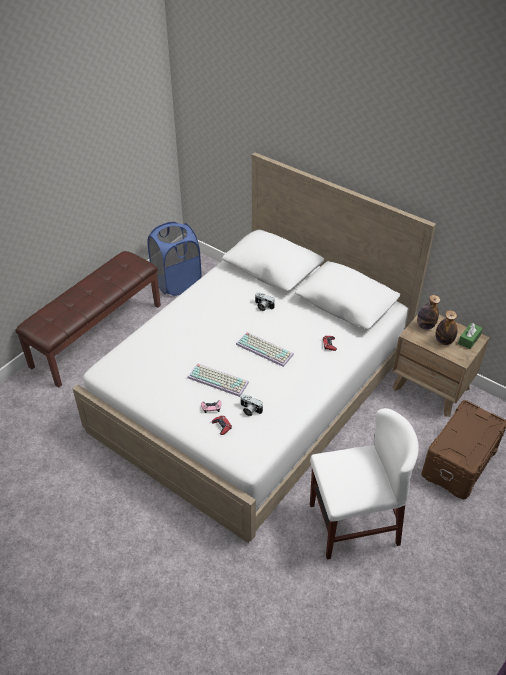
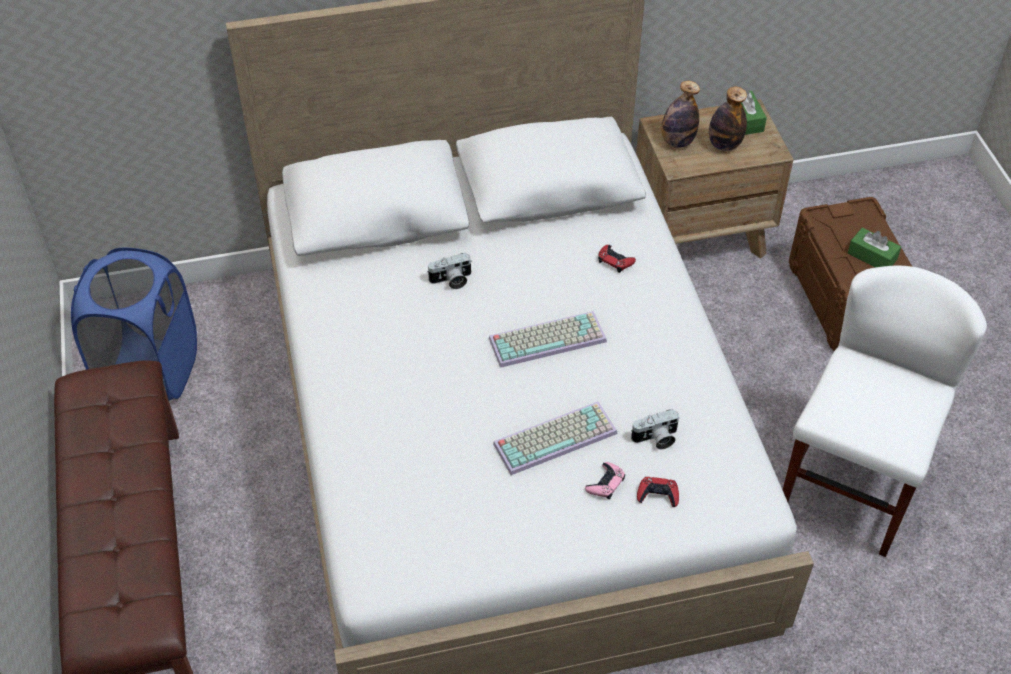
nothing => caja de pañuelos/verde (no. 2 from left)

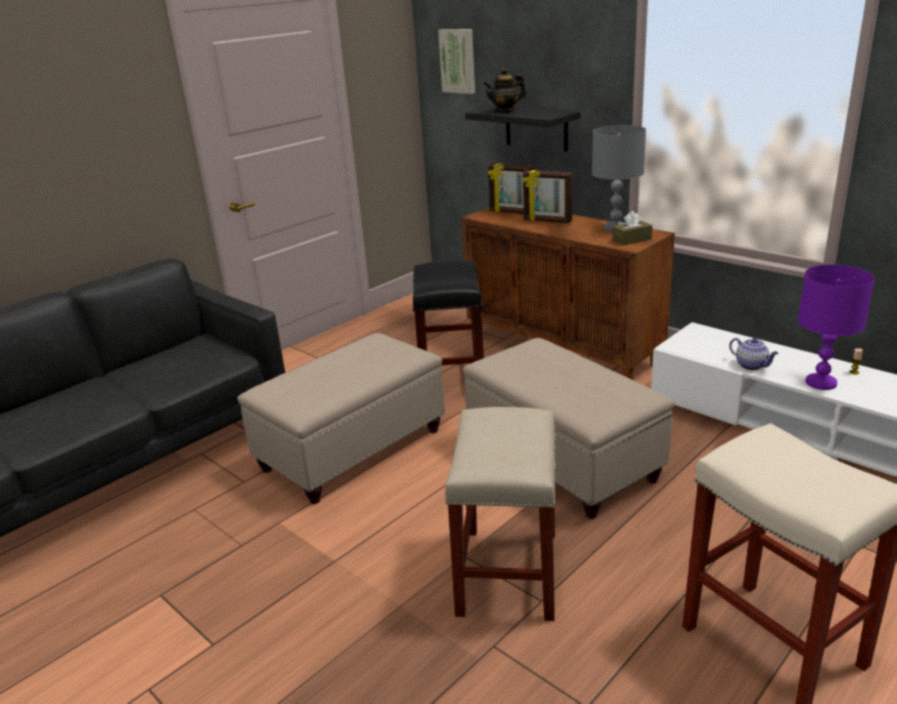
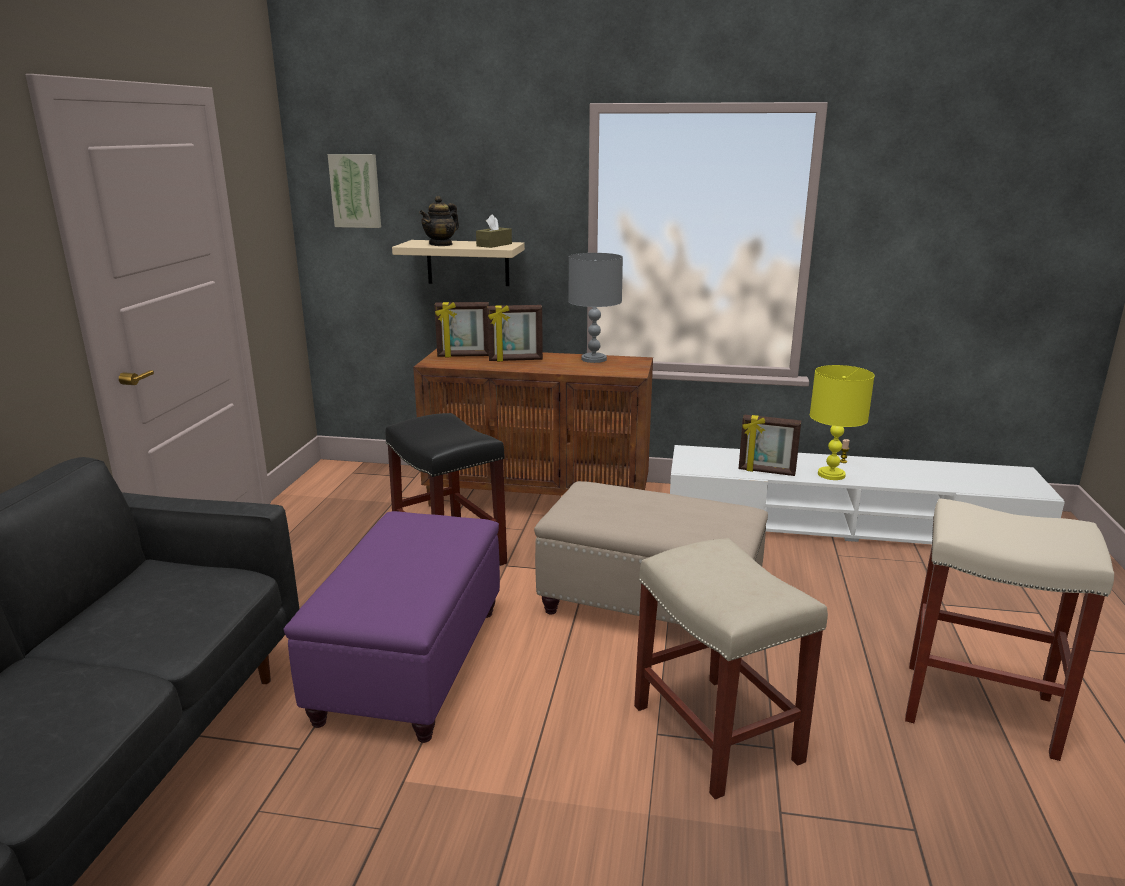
puf/beis (no. 1 from left) => puf/morado
estante/negro => estante/beis
caja de pañuelos/marrón, relocated
tetera (no. 2 from left) => portarretratos (no. 3 from left)
lámpara de mesa/morado => lámpara de mesa/amarillo

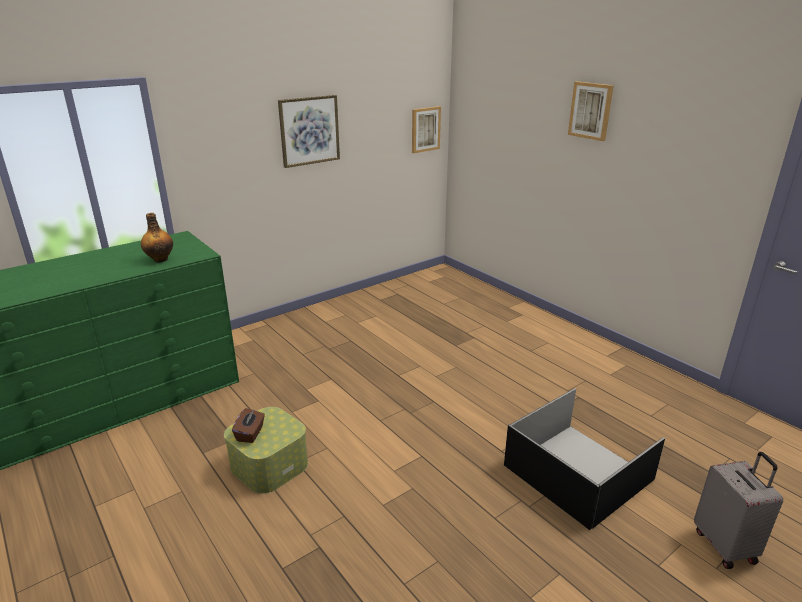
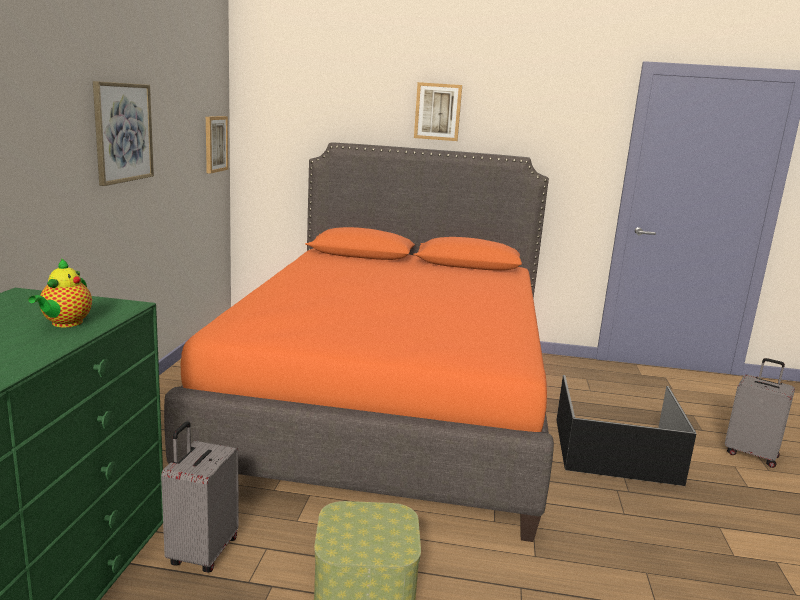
botella => tetera
nothing => maleta/gris (no. 1 from left)
nothing => cama/naranja
caja de pañuelos/marrón => nothing

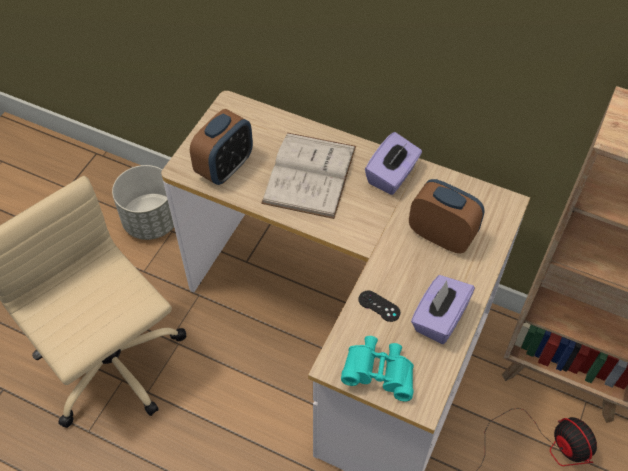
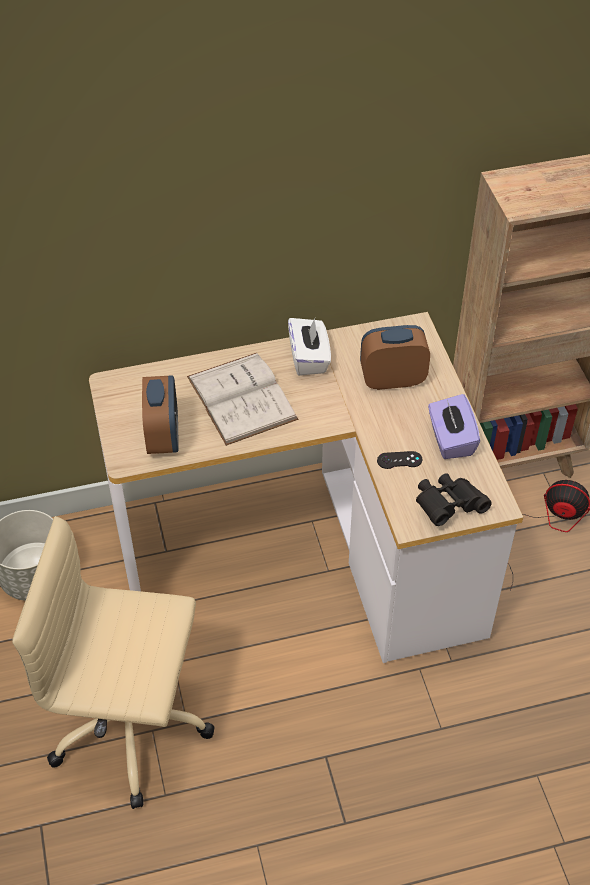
caja de pañuelos/morado (no. 1 from left) => caja de pañuelos/blanco
prismáticos/turquesa => prismáticos/negro

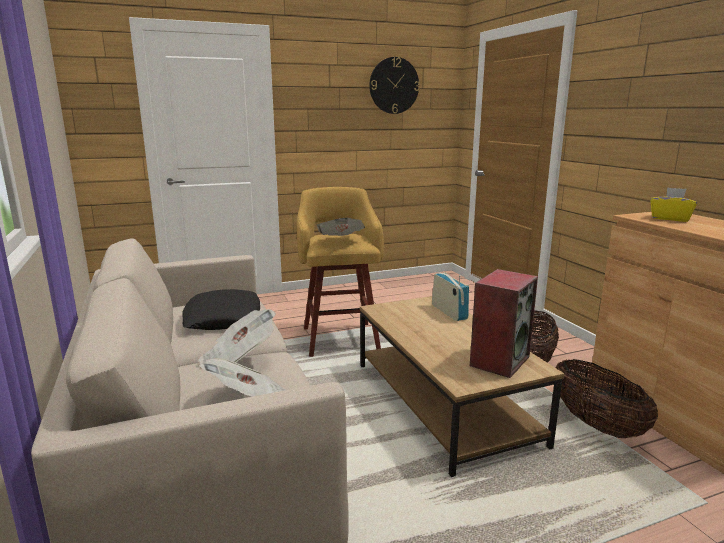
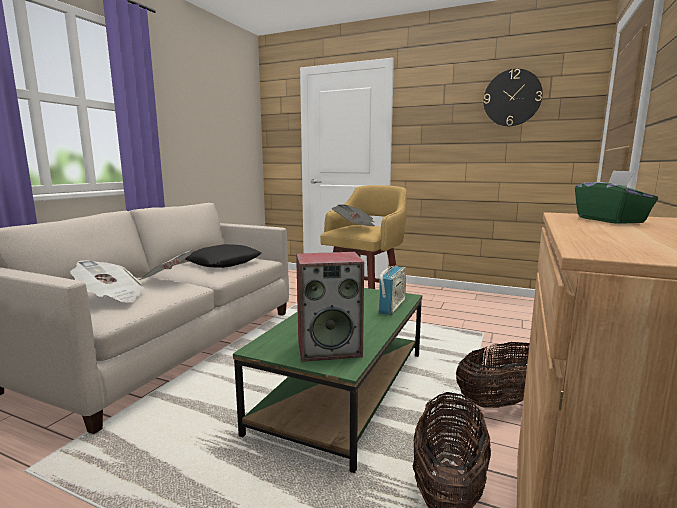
mesa de centro/marrón => mesa de centro/verde
caja de pañuelos/amarillo => caja de pañuelos/verde

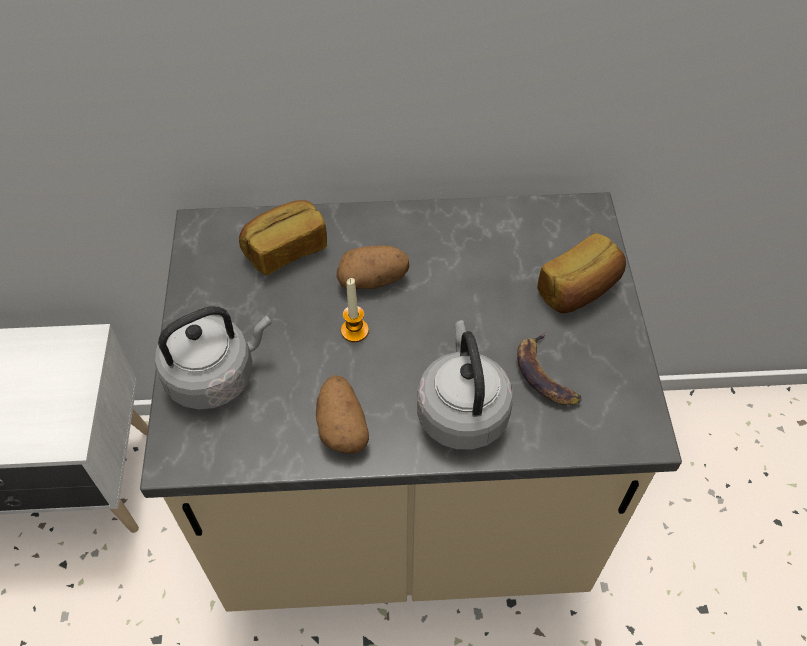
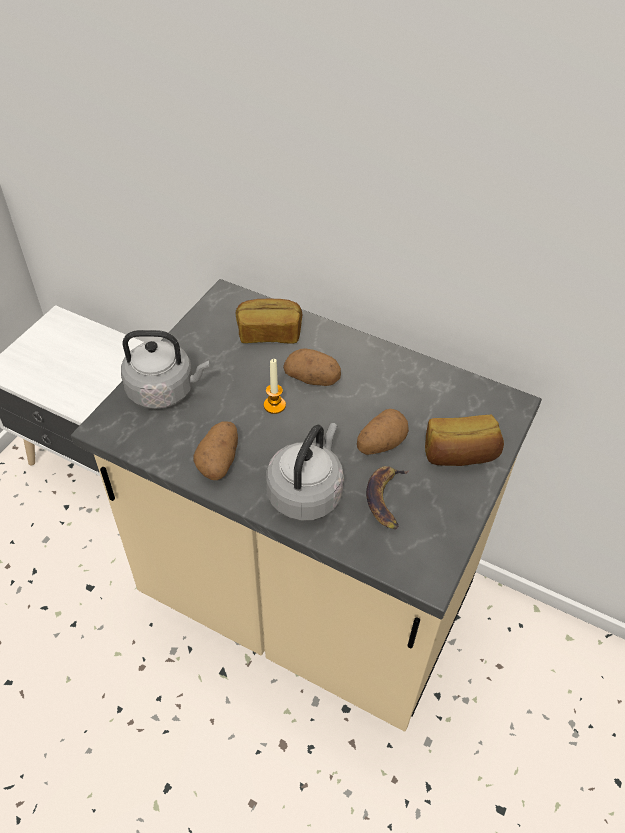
nothing => patata (no. 3 from left)

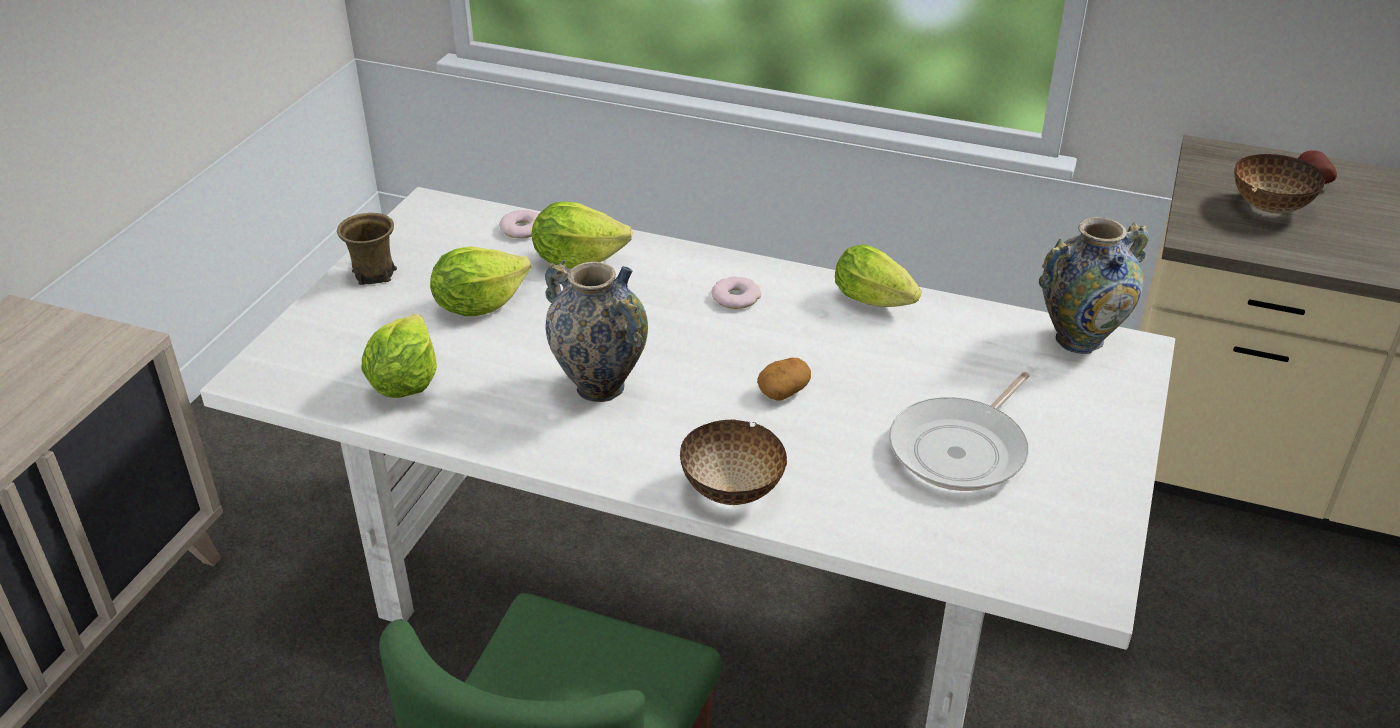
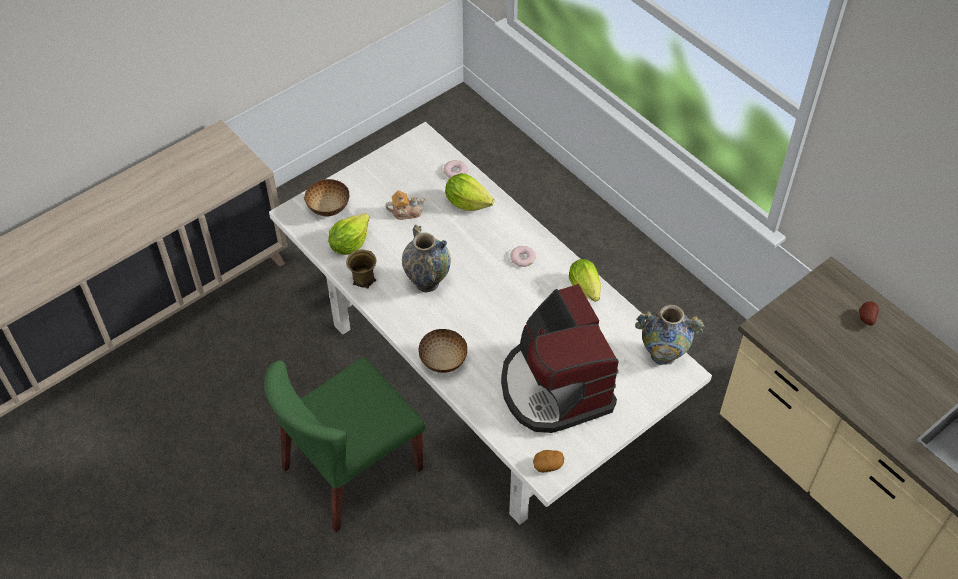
cuenco (no. 2 from left in the first image) => cuenco (no. 1 from left), relocated
taza grande/marrón, relocated
lechuga (no. 2 from left) => tetera
sartén => cafetera
patata (no. 1 from left), relocated

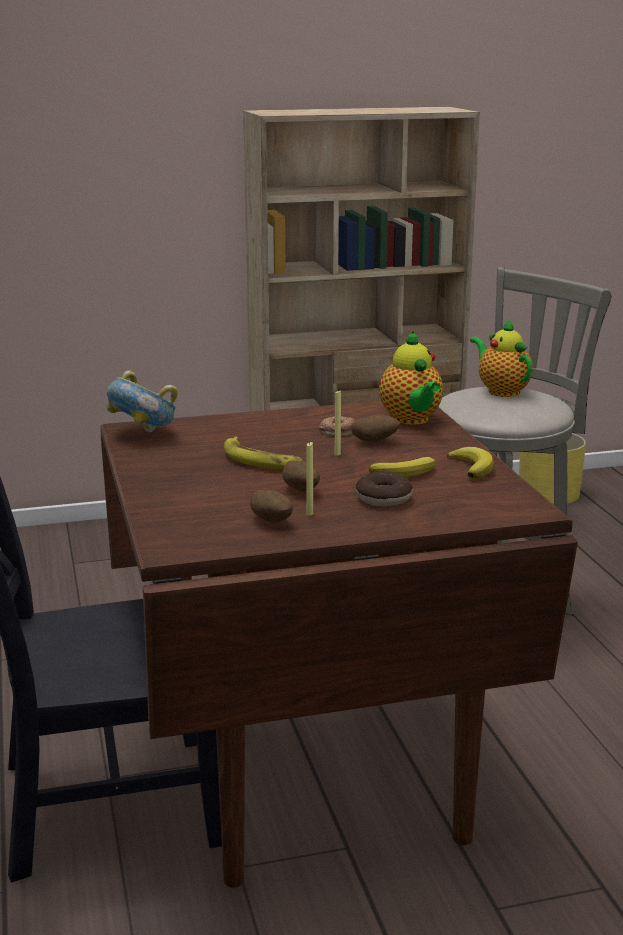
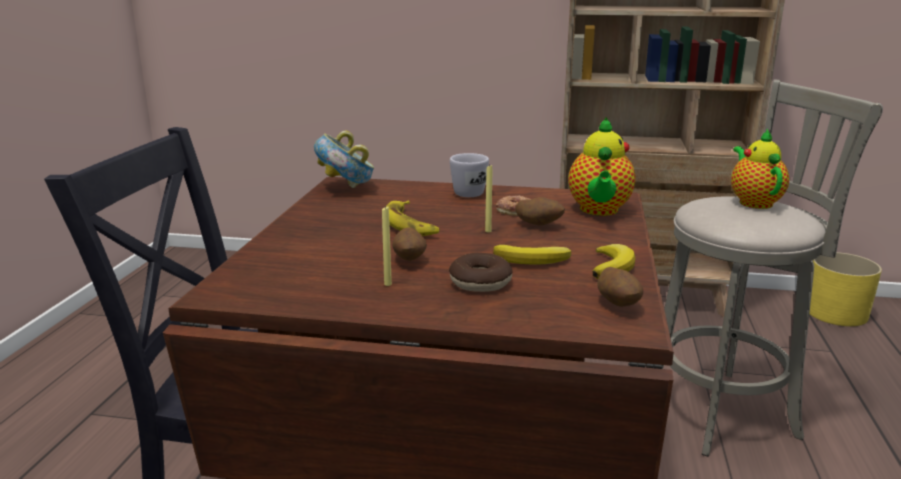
nothing => taza grande/blanco
patata (no. 1 from left in the first image) => patata (no. 3 from left), relocated

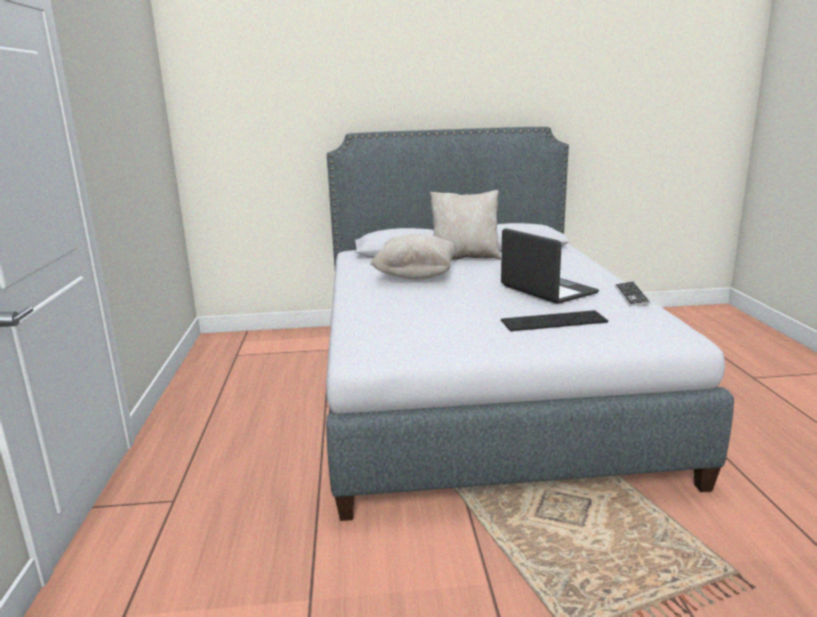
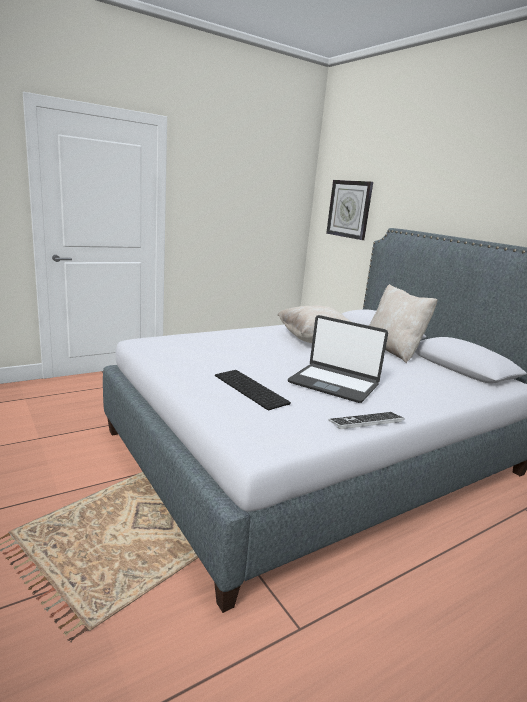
portátil, 90 degrees clockwise
nothing => reloj de pared

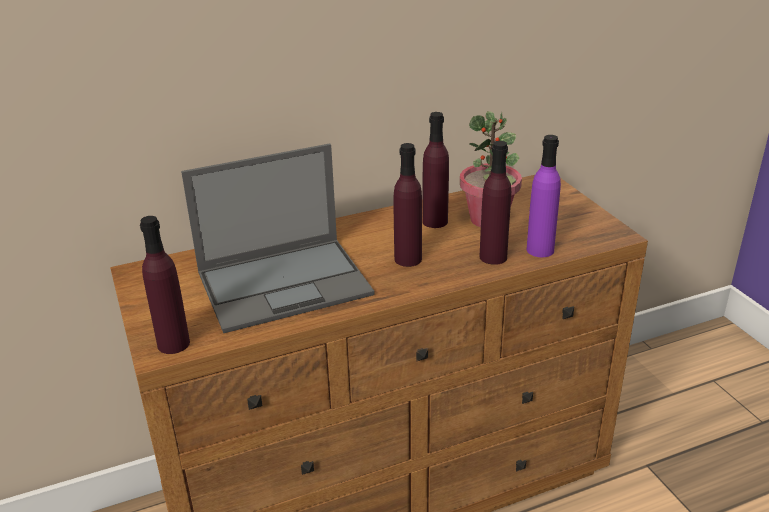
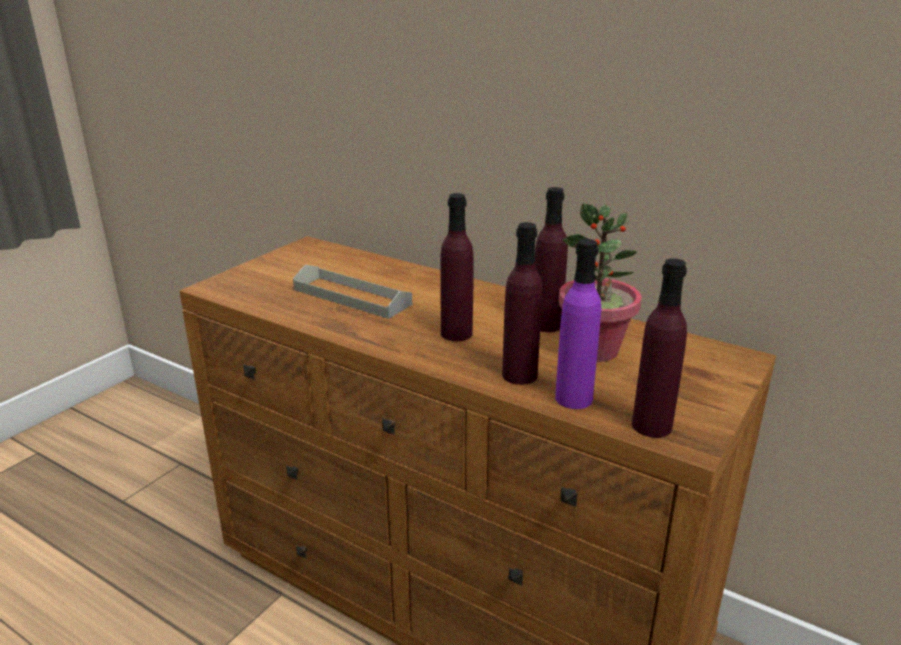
portátil => bandeja/gris
botella/morado (no. 1 from left in the first image) => botella/morado (no. 5 from left), relocated

